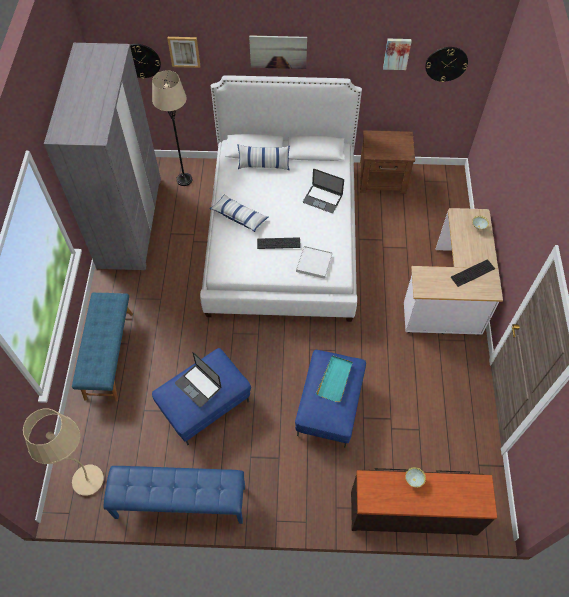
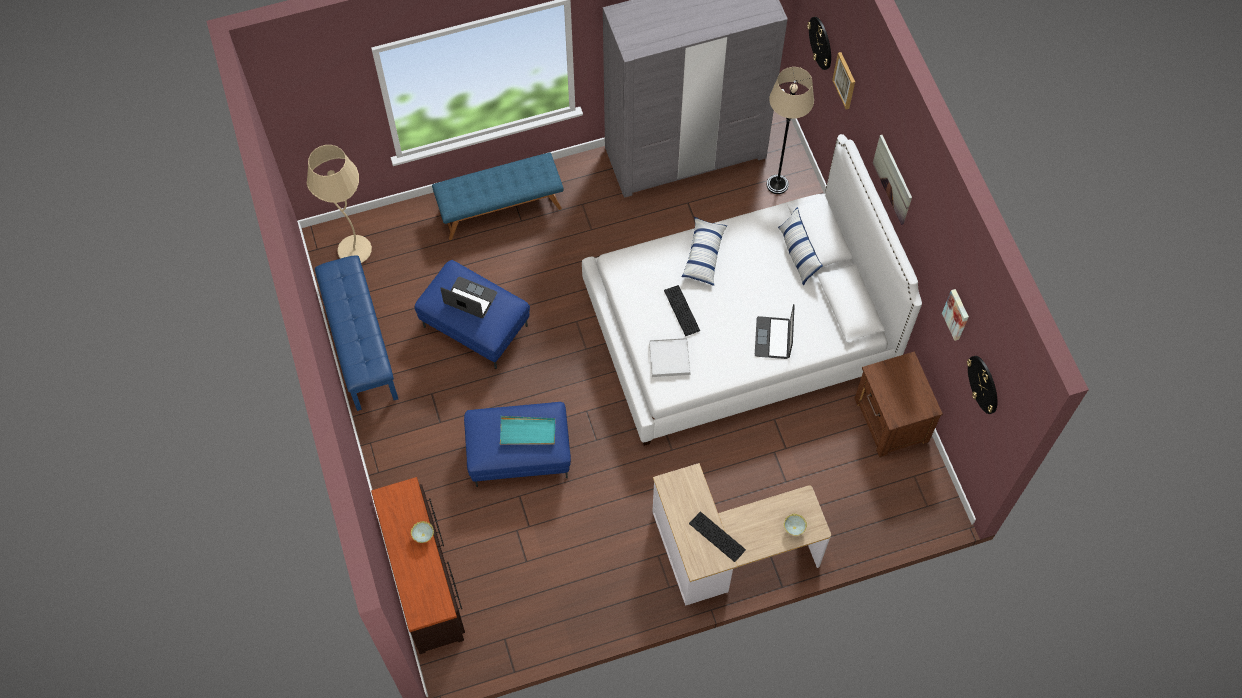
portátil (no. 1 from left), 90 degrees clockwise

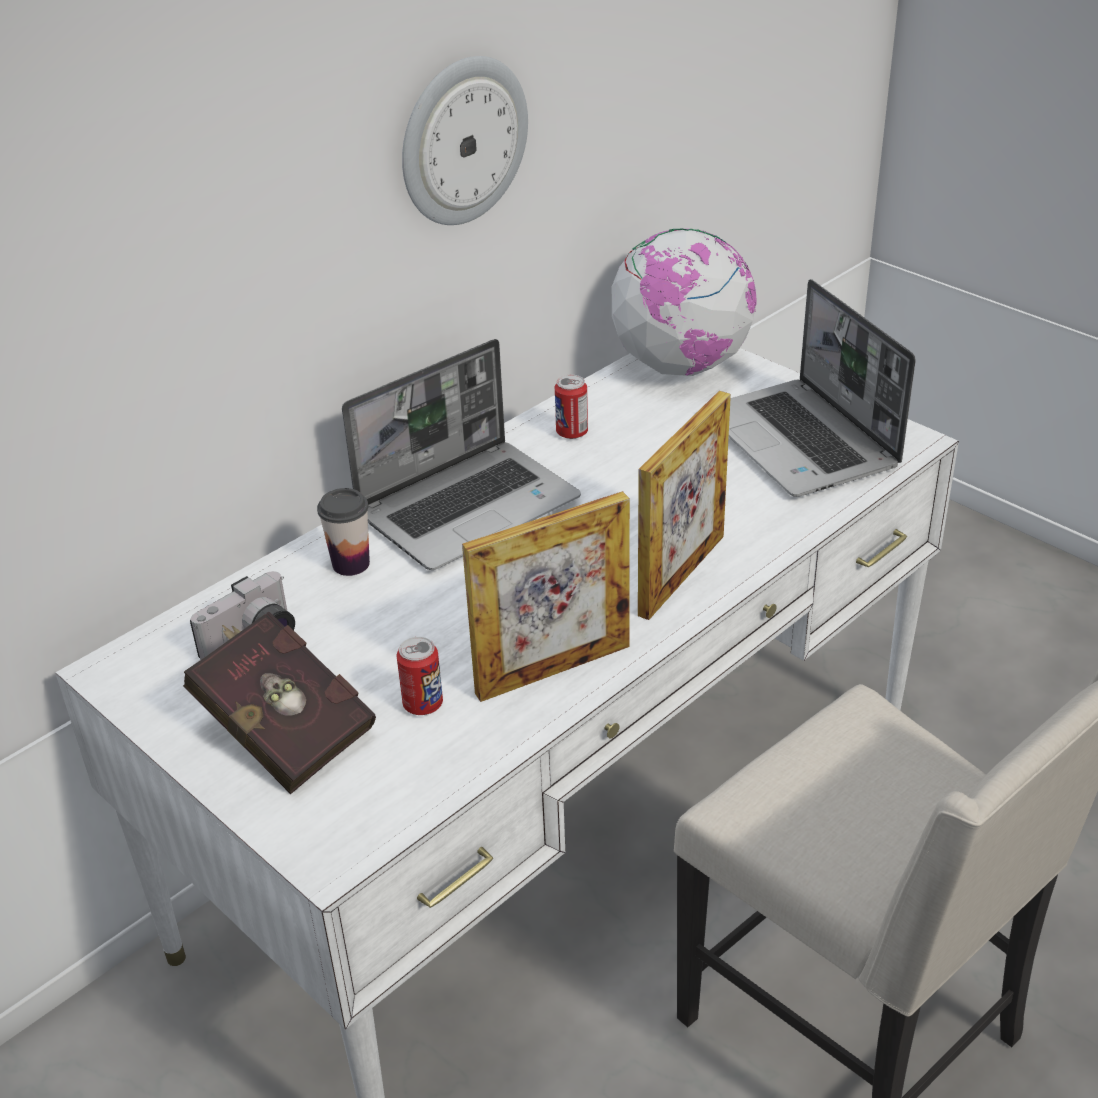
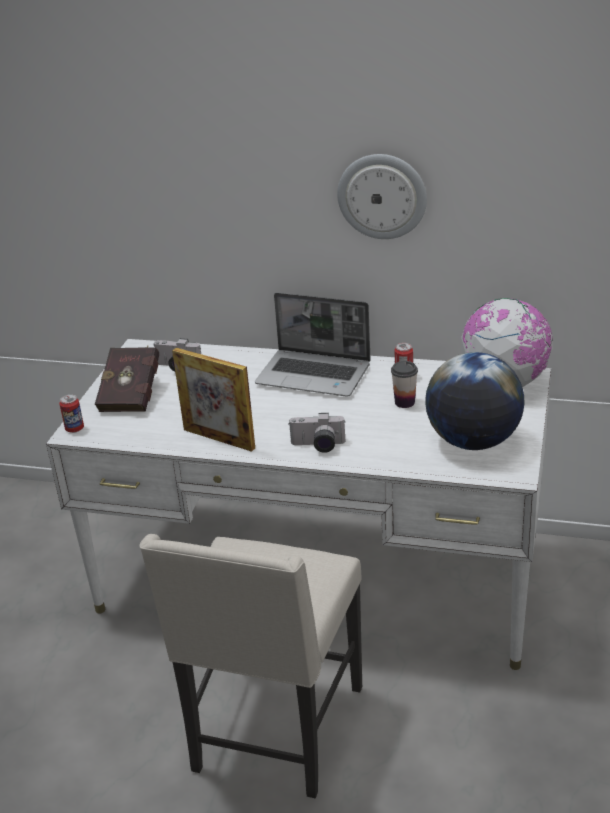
lata (no. 1 from left), relocated
portarretratos (no. 2 from left) => cámara (no. 2 from left)
taza, relocated
portátil (no. 2 from left) => globo terráqueo (no. 1 from left)

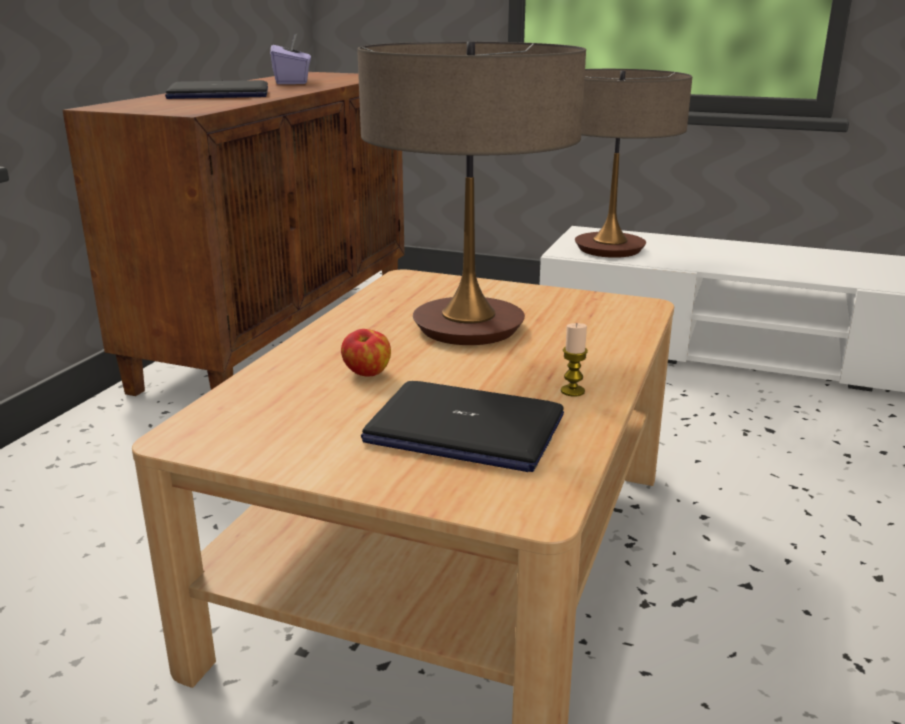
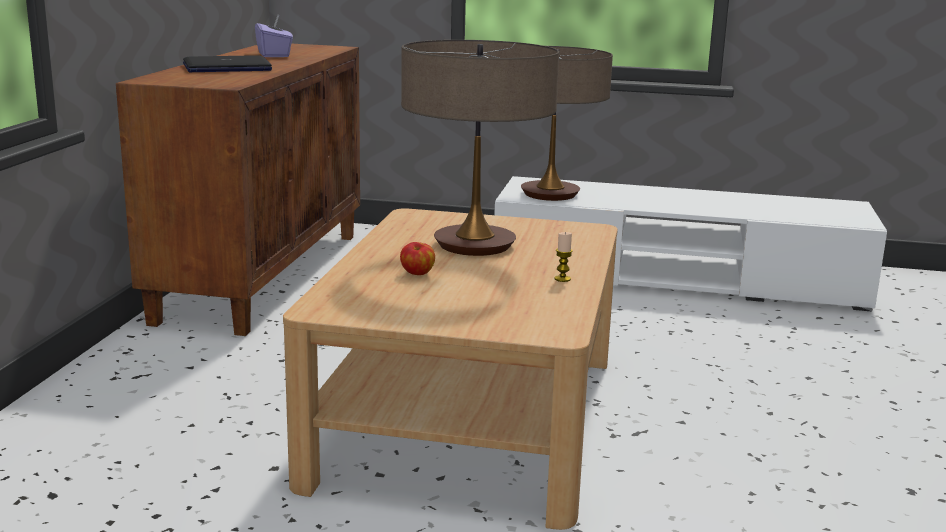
portátil (no. 2 from left) => nothing

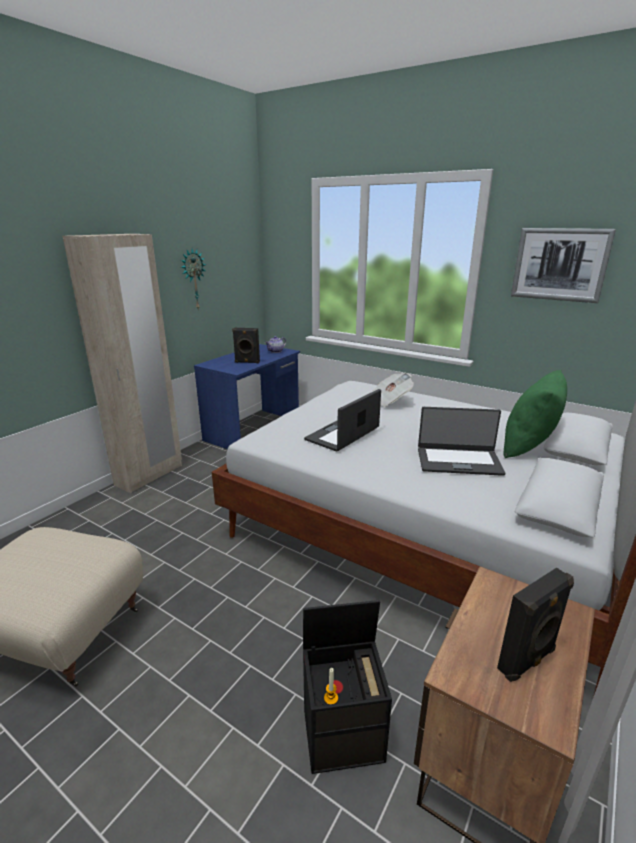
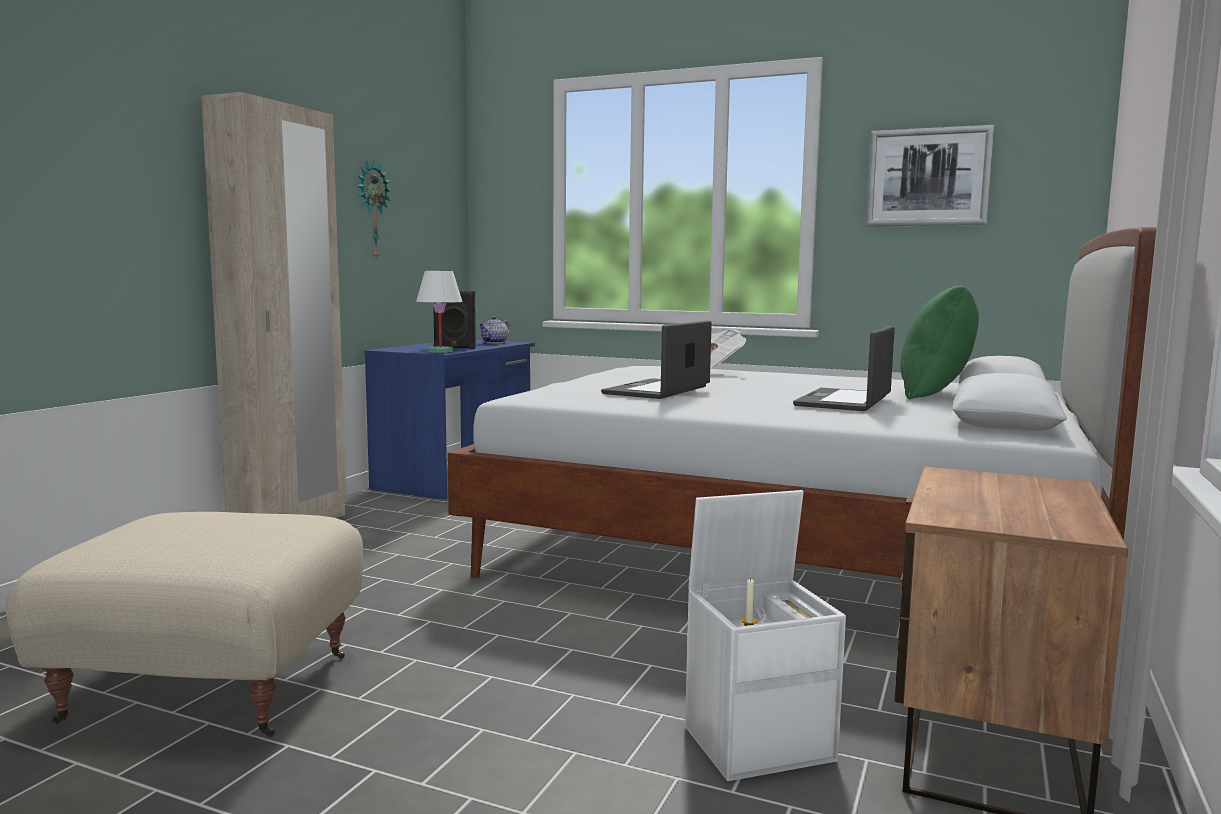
nothing => lámpara de mesa/blanco
caja de almacenaje/negro => caja de almacenaje/blanco
portátil (no. 2 from left), 120 degrees clockwise
altavoz/negro (no. 2 from left) => nothing

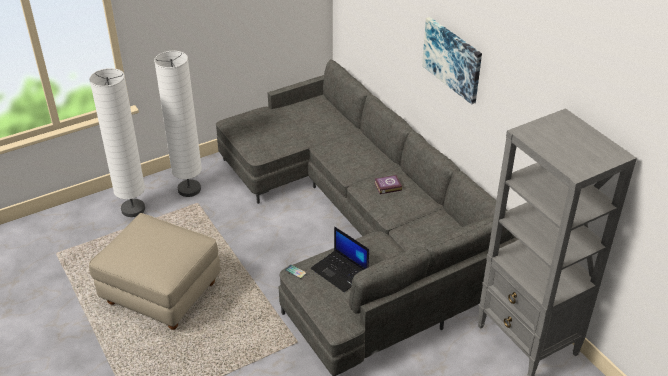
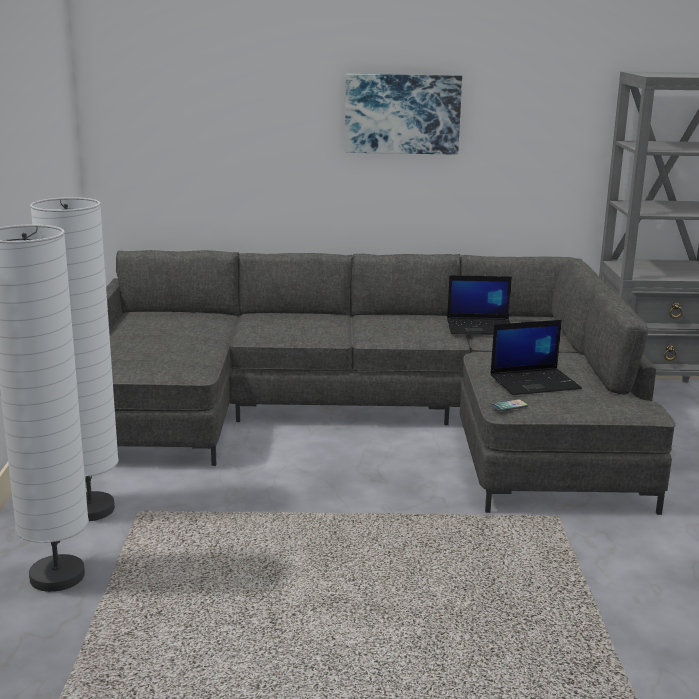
nothing => portátil (no. 1 from left)
puf/beis => nothing
libro => nothing

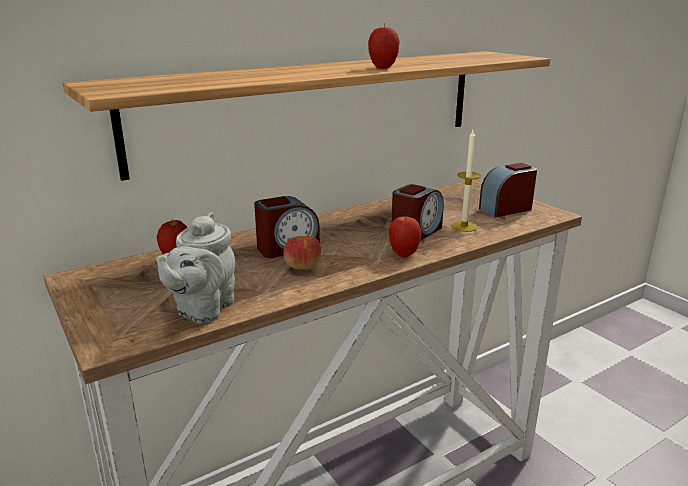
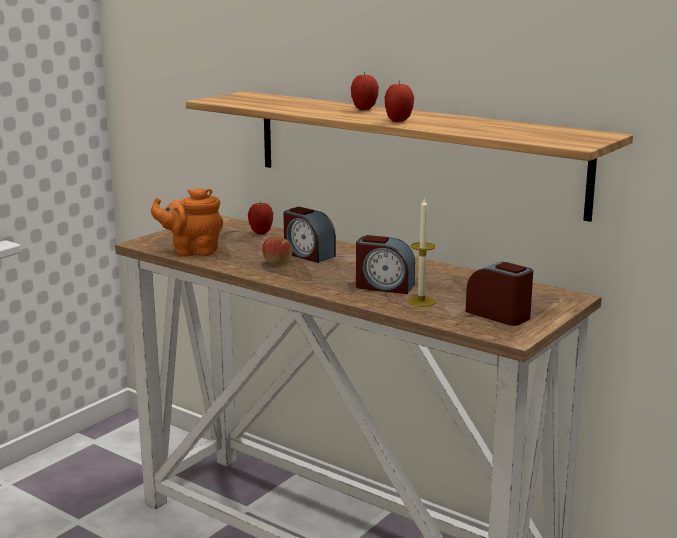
tetera/gris => tetera/naranja
manzana (no. 4 from left in the first image) => manzana (no. 3 from left), relocated

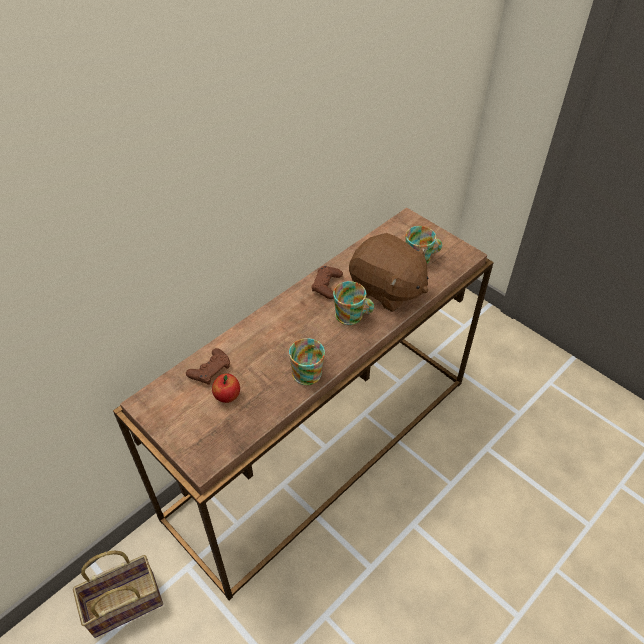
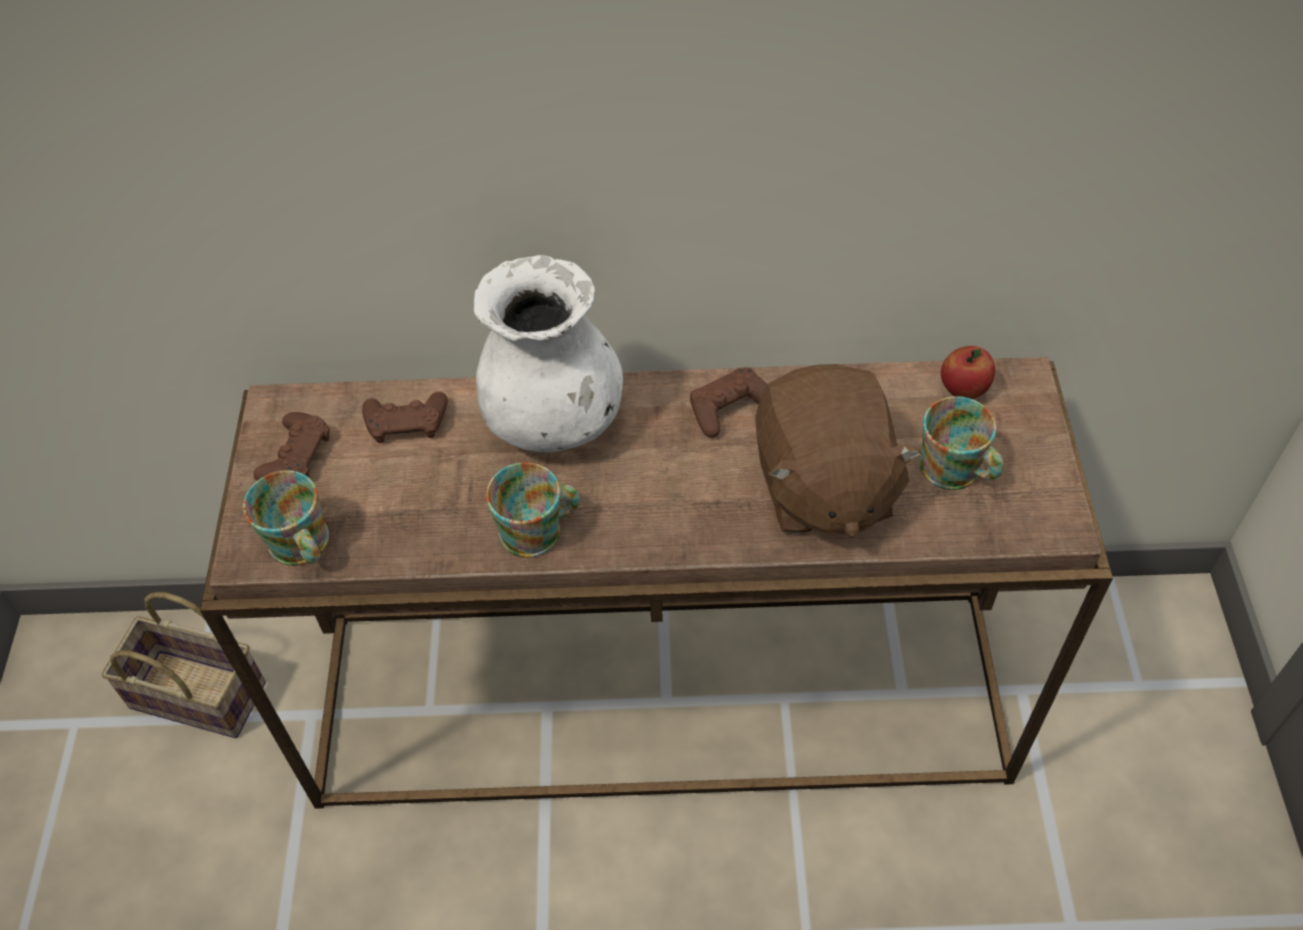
taza grande (no. 2 from left in the first image) => taza grande (no. 1 from left), relocated
nothing => mando de consola/marrón (no. 1 from left)
nothing => florero/blanco
manzana, relocated

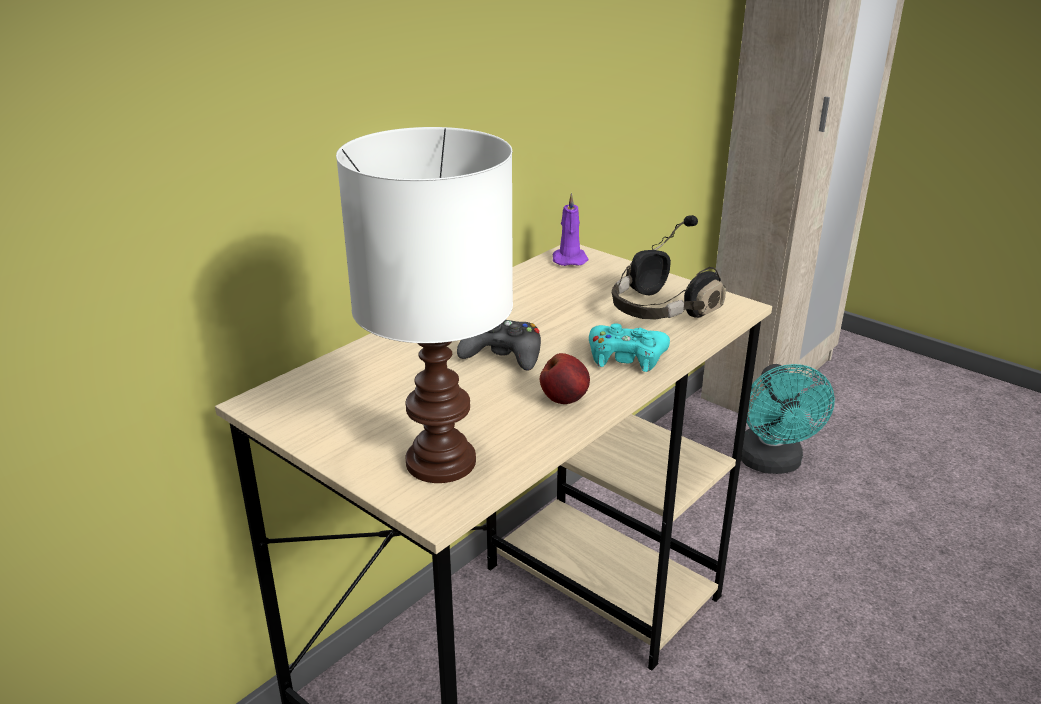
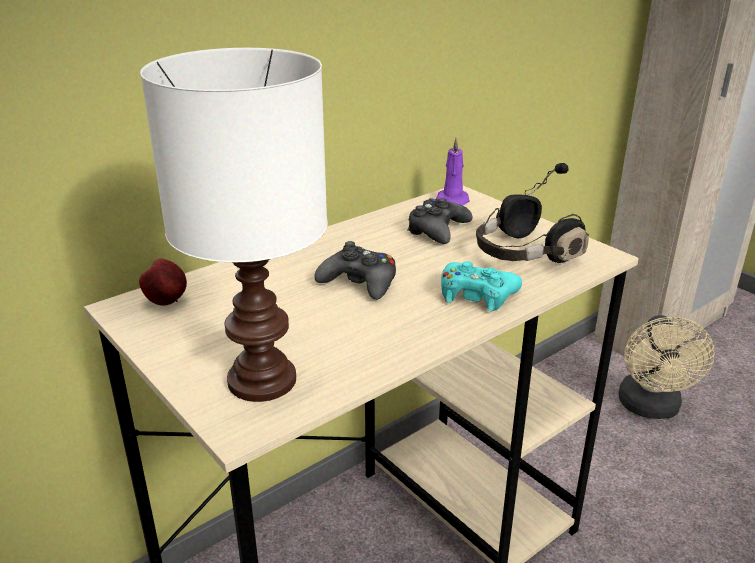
manzana, relocated
nothing => mando de consola/negro (no. 2 from left)
ventilador/turquesa => ventilador/beis

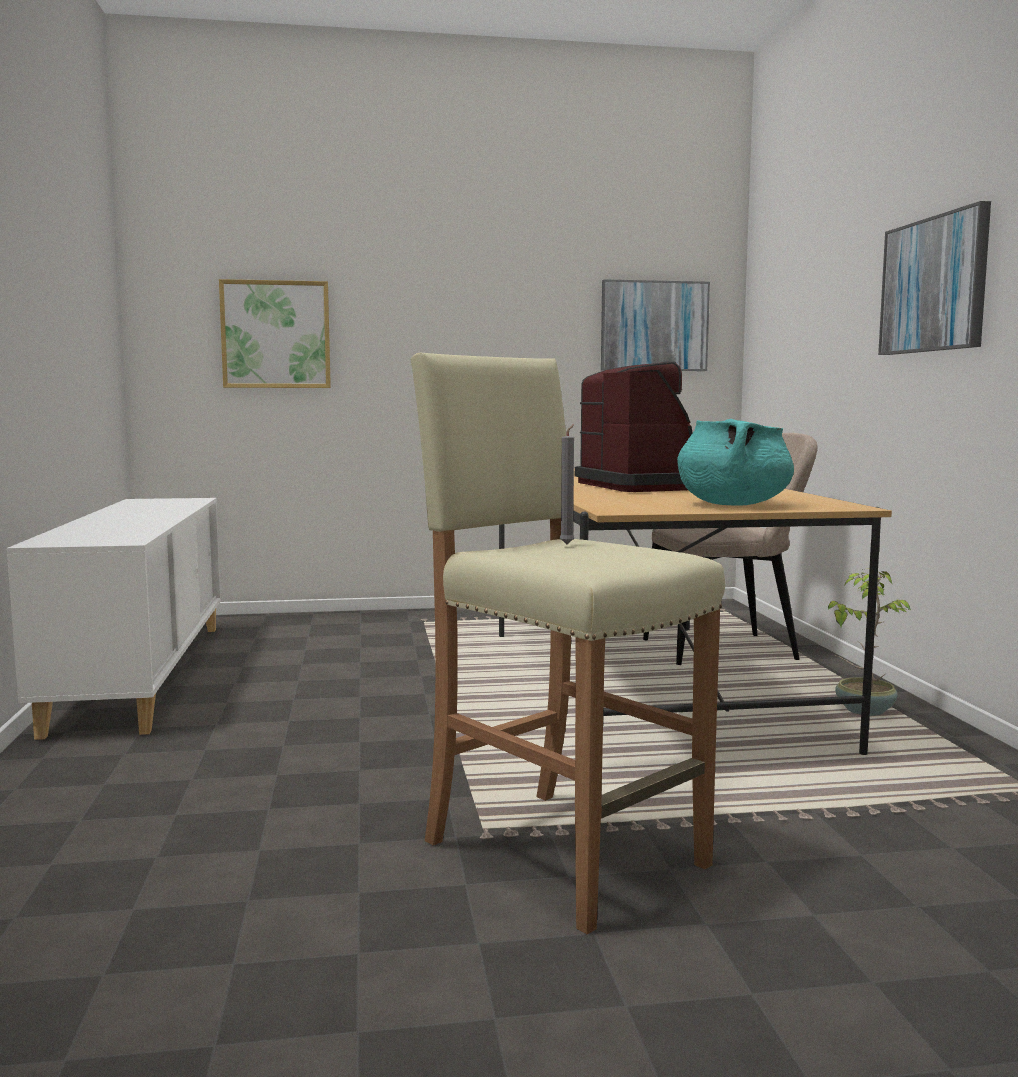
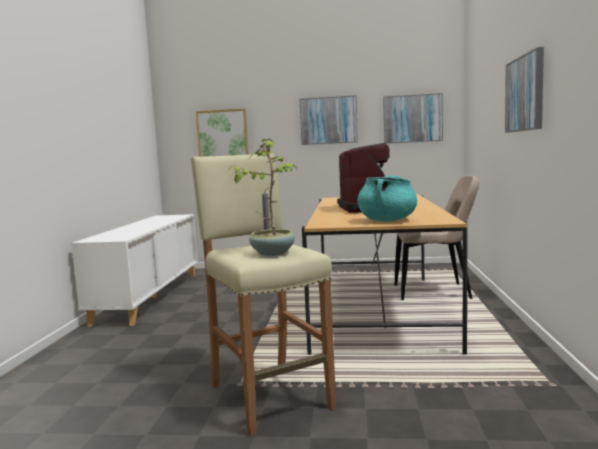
planta en maceta, relocated
nothing => cuadro (no. 2 from left)

